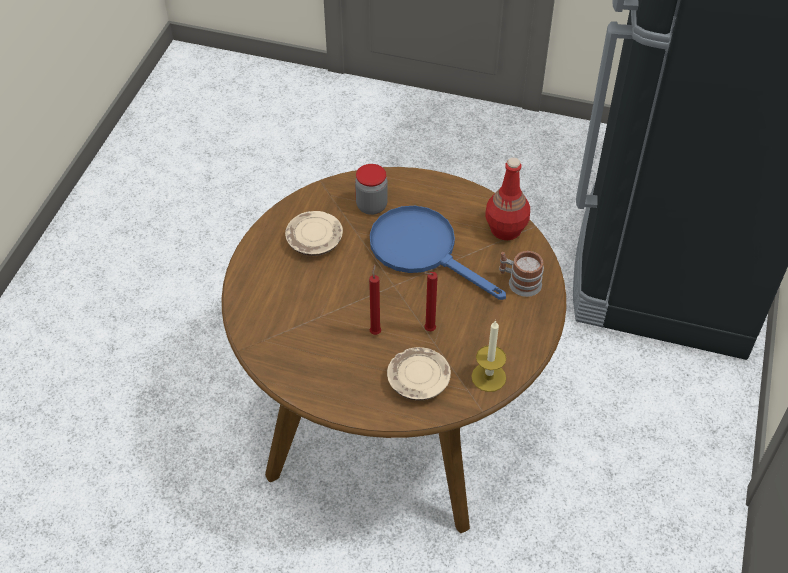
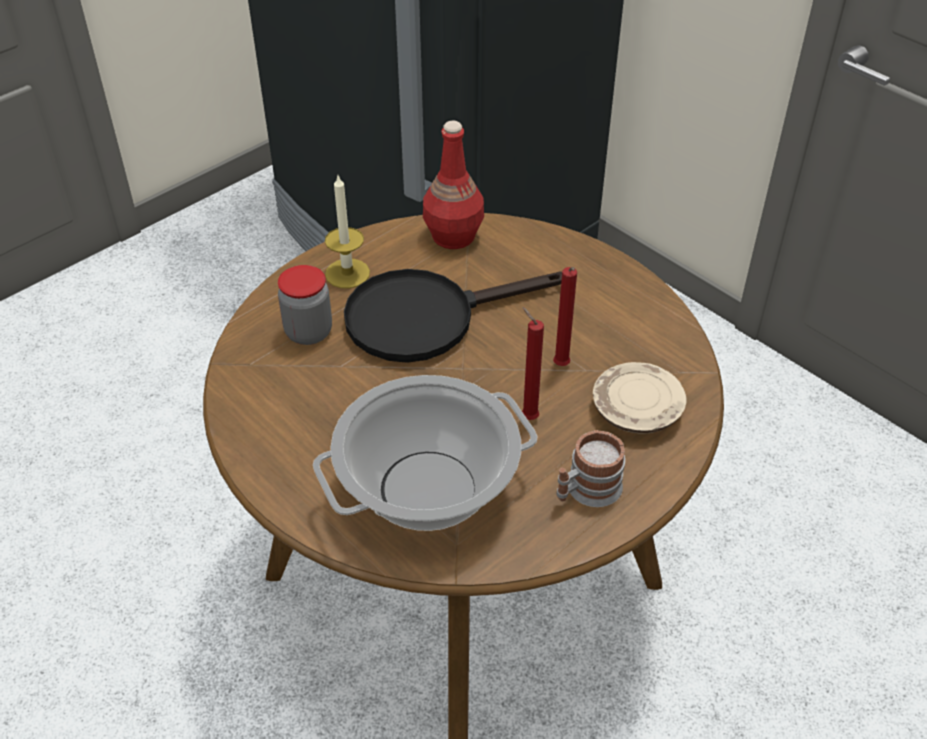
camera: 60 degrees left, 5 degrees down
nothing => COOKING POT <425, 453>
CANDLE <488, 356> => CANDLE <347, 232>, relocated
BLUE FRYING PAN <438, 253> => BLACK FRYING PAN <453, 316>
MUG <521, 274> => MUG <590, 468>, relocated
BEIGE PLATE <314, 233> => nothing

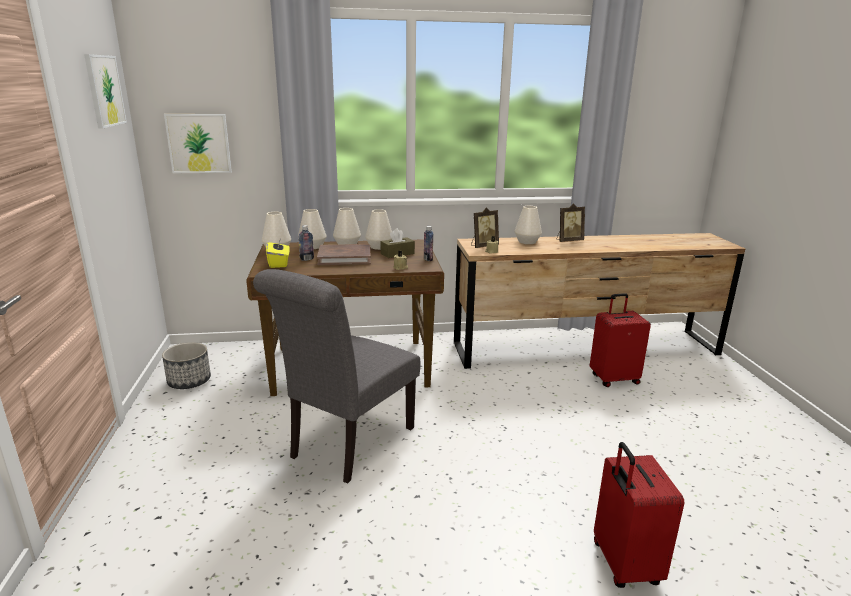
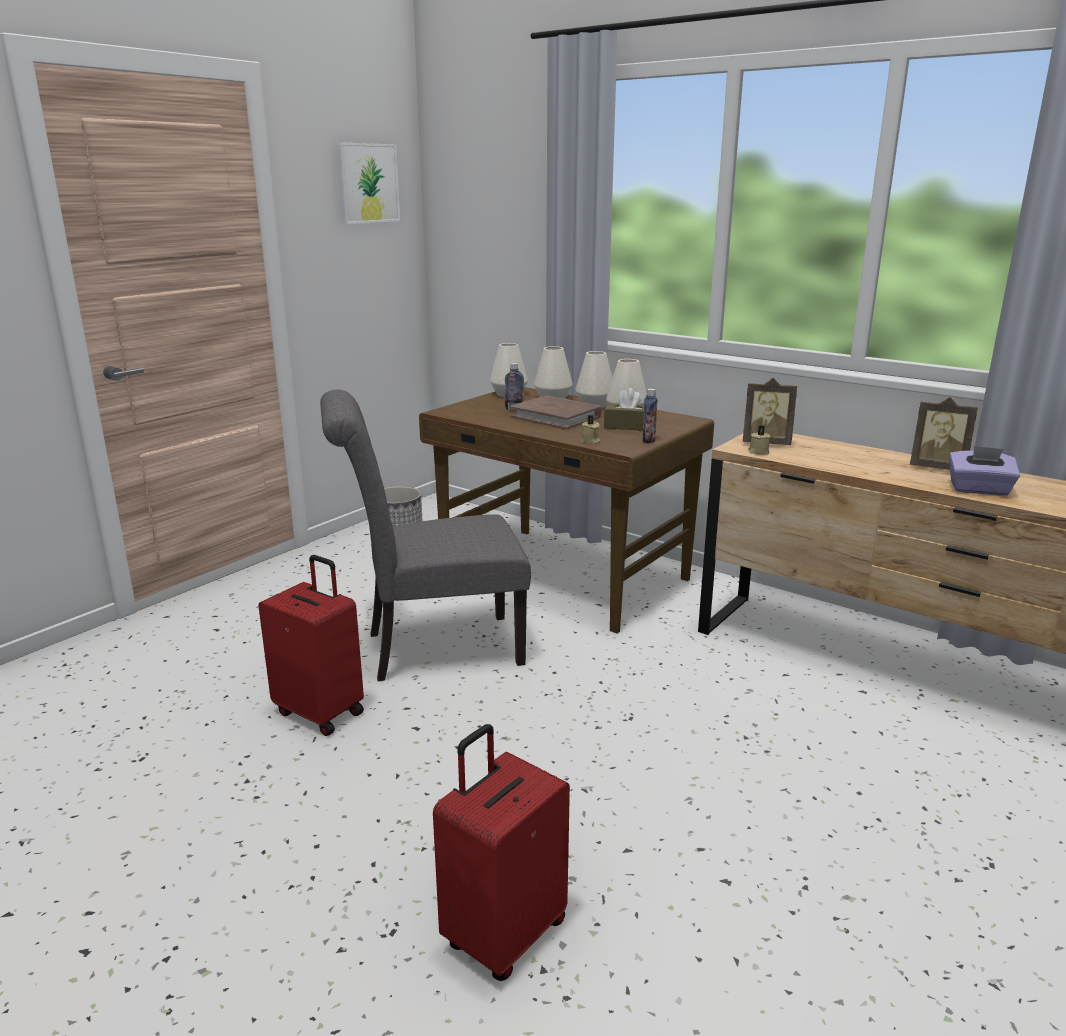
camera: 45 degrees right, 0 degrees up
RED SUITCASE <620, 340> => RED SUITCASE <311, 645>, relocated
nothing => PURPLE TISSUE BOX <984, 471>
PICTURE <198, 143> => nothing
YELLOW TISSUE BOX <278, 252> => nothing
WHITE VASE <528, 225> => nothing

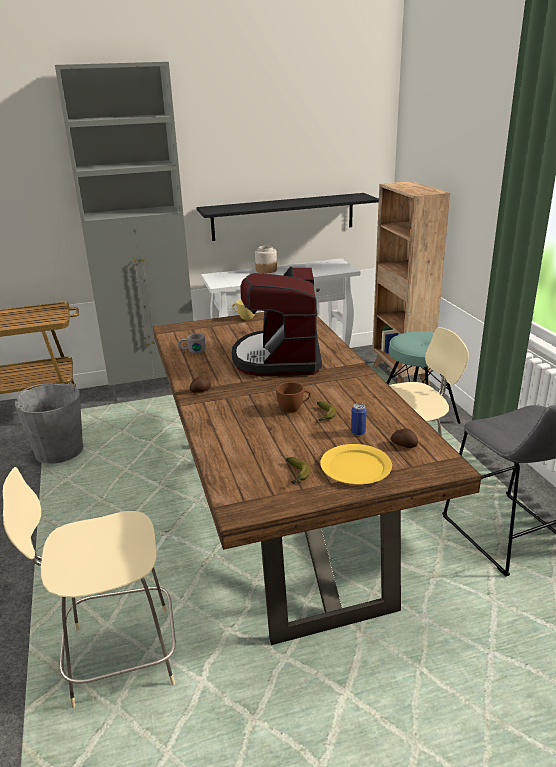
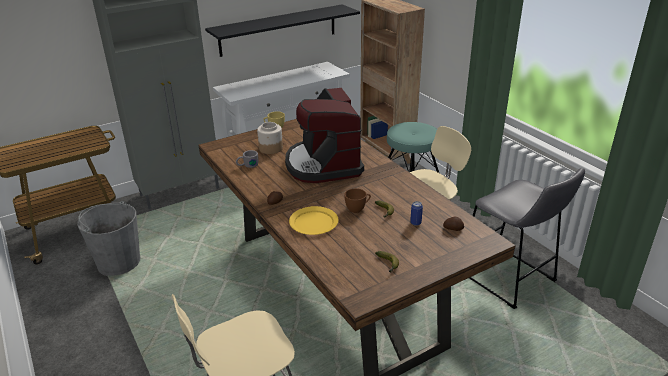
camera: 15 degrees left, 5 degrees up
JAR <266, 260> => JAR <270, 138>, relocated
YELLOW PLATE <356, 464> => YELLOW PLATE <314, 220>, relocated

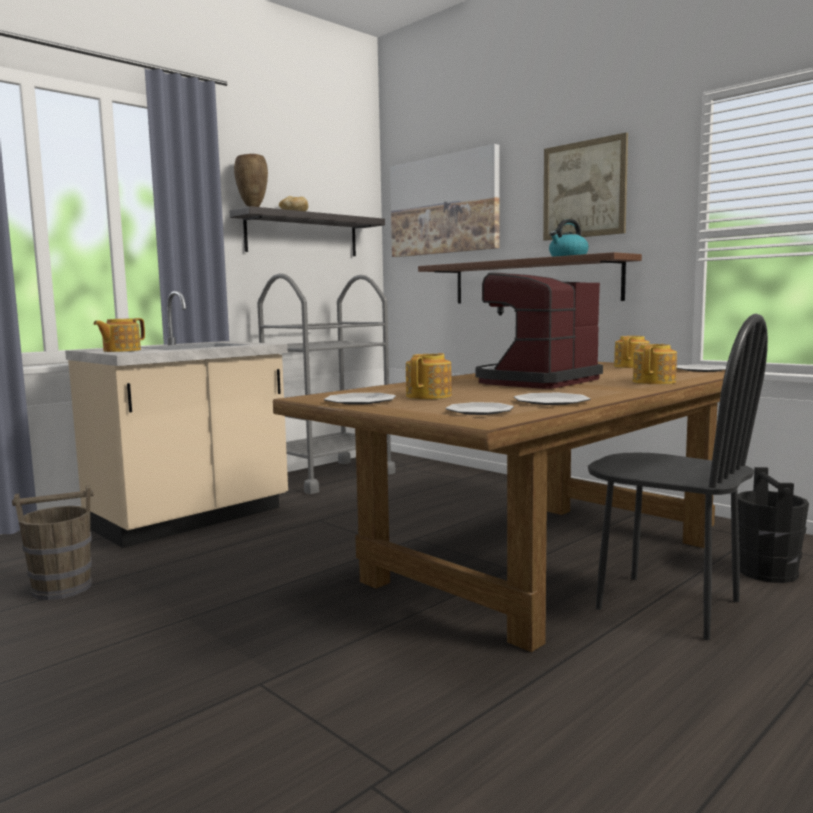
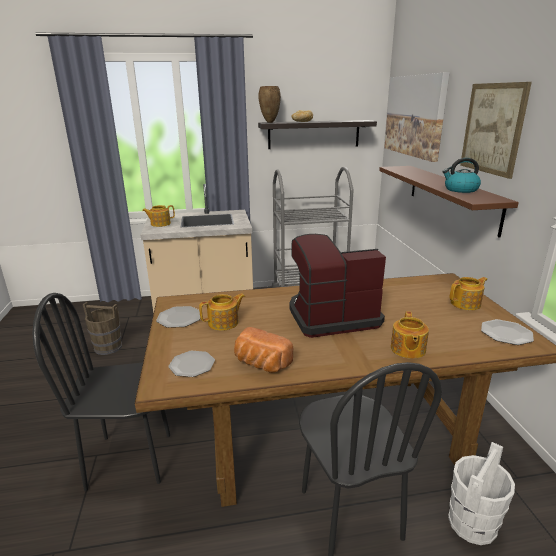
camera: 35 degrees right, 15 degrees up
nothing => BLACK CHAIR <101, 392>
PLATE <552, 399> => BREAD <264, 350>
TEAPOT <655, 364> => TEAPOT <410, 335>, 120 degrees clockwise
BLACK BUCKET <773, 525> => WHITE BUCKET <481, 493>

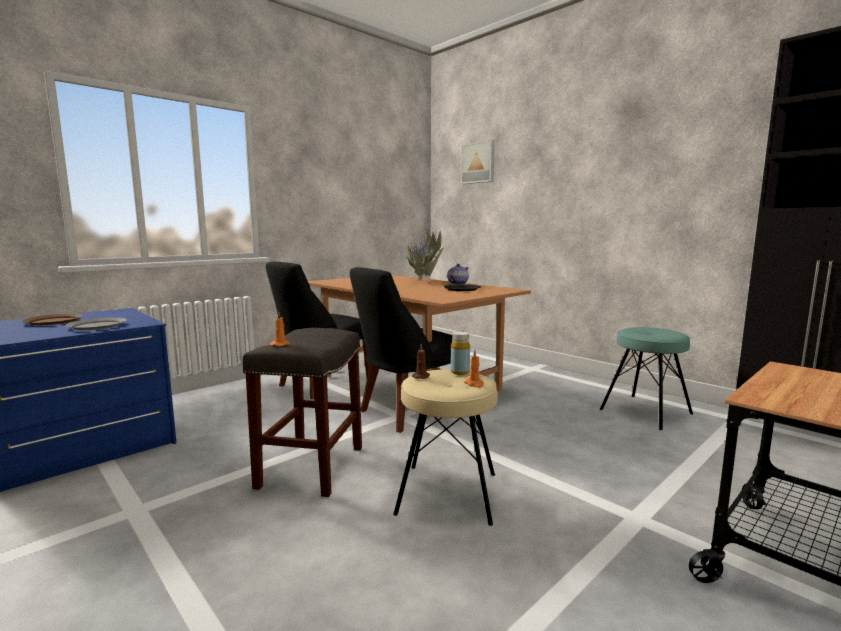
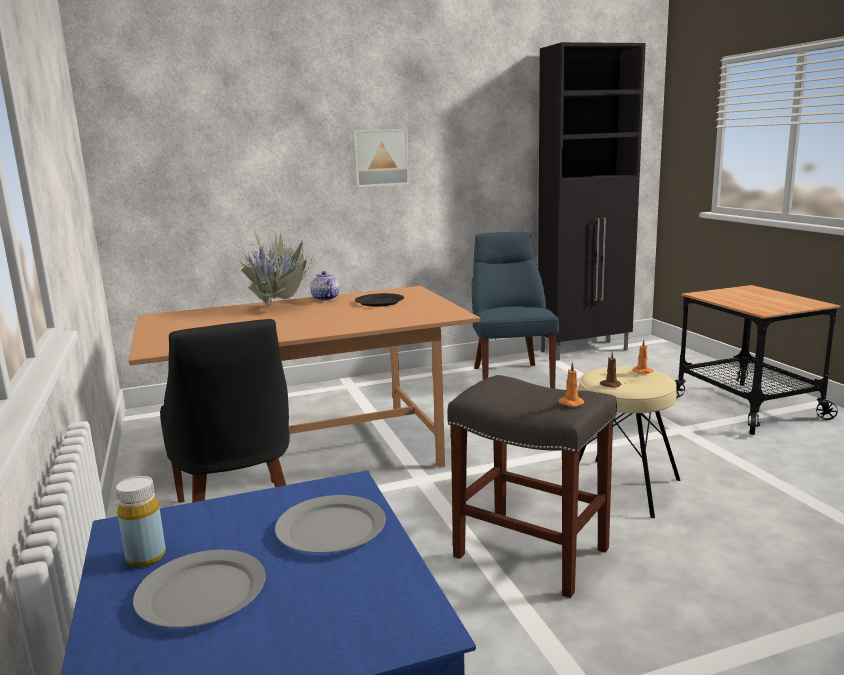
camera: 65 degrees left, 5 degrees up
YELLOW BOTTLE <460, 353> => YELLOW BOTTLE <141, 521>, relocated
BROWN PLATE <52, 319> => GREY PLATE <199, 589>
PICTURE <478, 162> => PICTURE <381, 158>, relocated
TURQUOISE STOOL <646, 378> => BLUE CHAIR <515, 310>
BLACK CHAIR <401, 350> => nothing

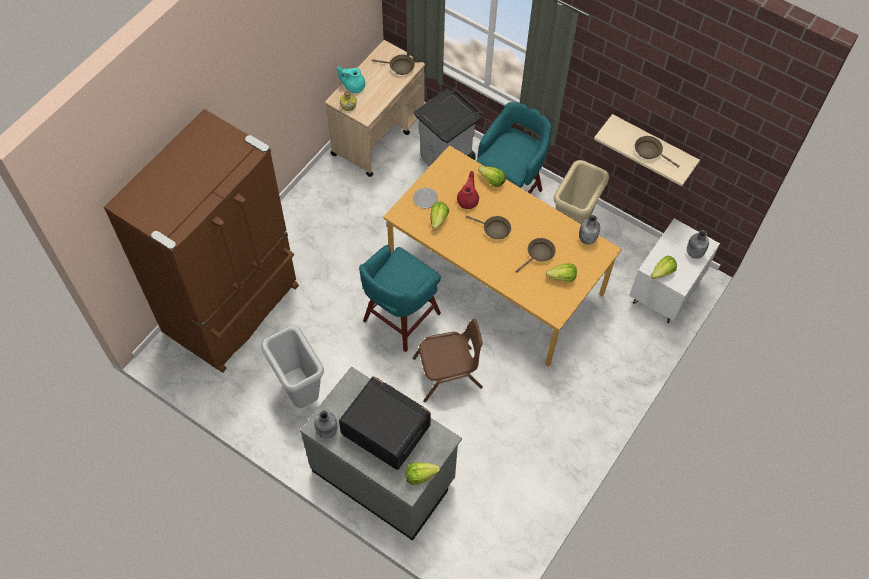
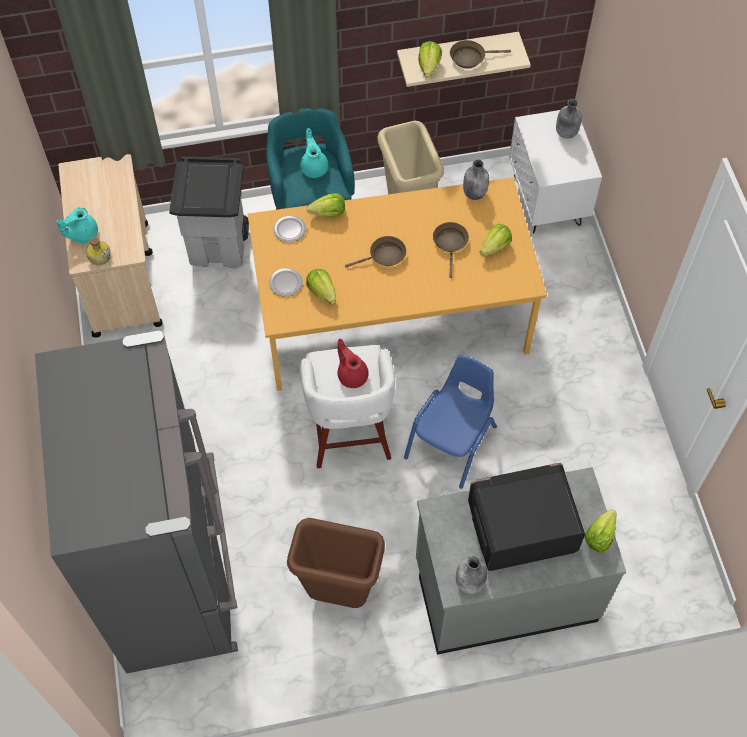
camera: 45 degrees left, 0 degrees up
BROWN FRIDGE <201, 241> => GREY FRIDGE <136, 502>
nothing => PLATE <289, 228>
GREY TRASH CAN <293, 367> => BROWN TRASH CAN <336, 563>
nothing => TURQUOISE TEAPOT <314, 153>
TURQUOISE STOOL <400, 298> => WHITE STOOL <347, 406>
RED TEAPOT <468, 190> => RED TEAPOT <353, 363>, relocated
BROWN CHAIR <448, 360> => BLUE CHAIR <450, 421>
LETTUCE <664, 267> => LETTUCE <430, 59>, relocated
BROWN FRYING PAN <393, 65> => nothing

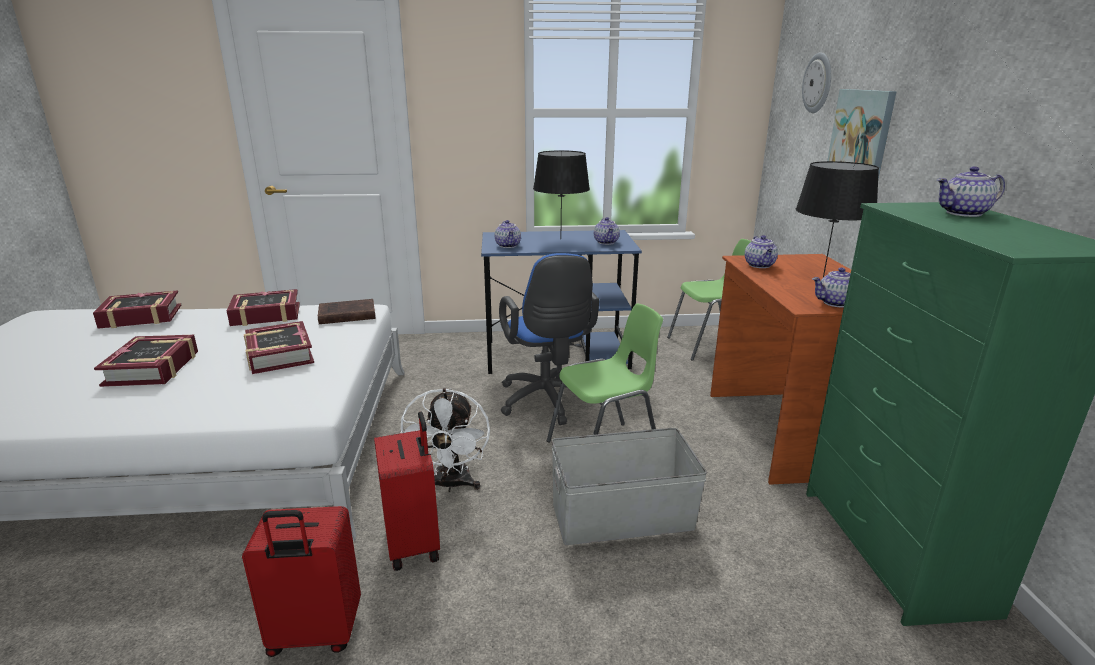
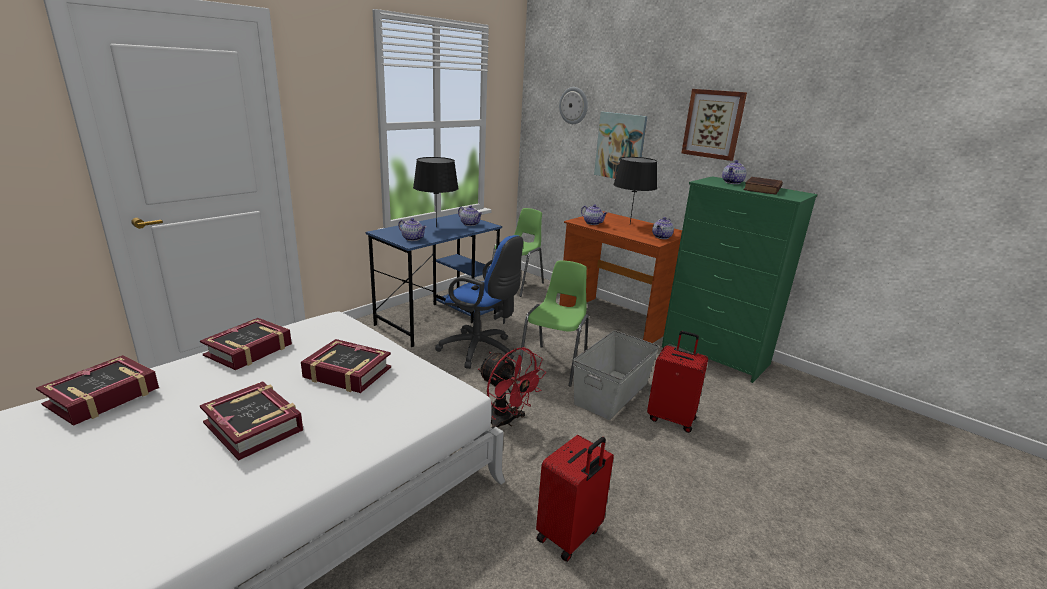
camera: 45 degrees left, 0 degrees up
WHITE FAN <445, 440> => RED FAN <512, 387>
RED SUITCASE <407, 491> => RED SUITCASE <677, 382>, relocated
nothing => PICTURE <714, 125>
BROWN BOOK <347, 311> => BROWN BOOK <763, 186>, relocated

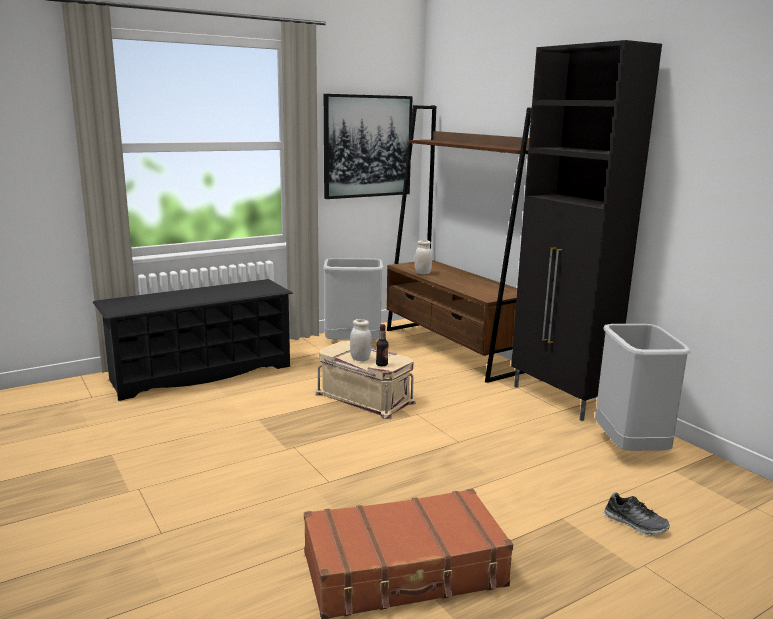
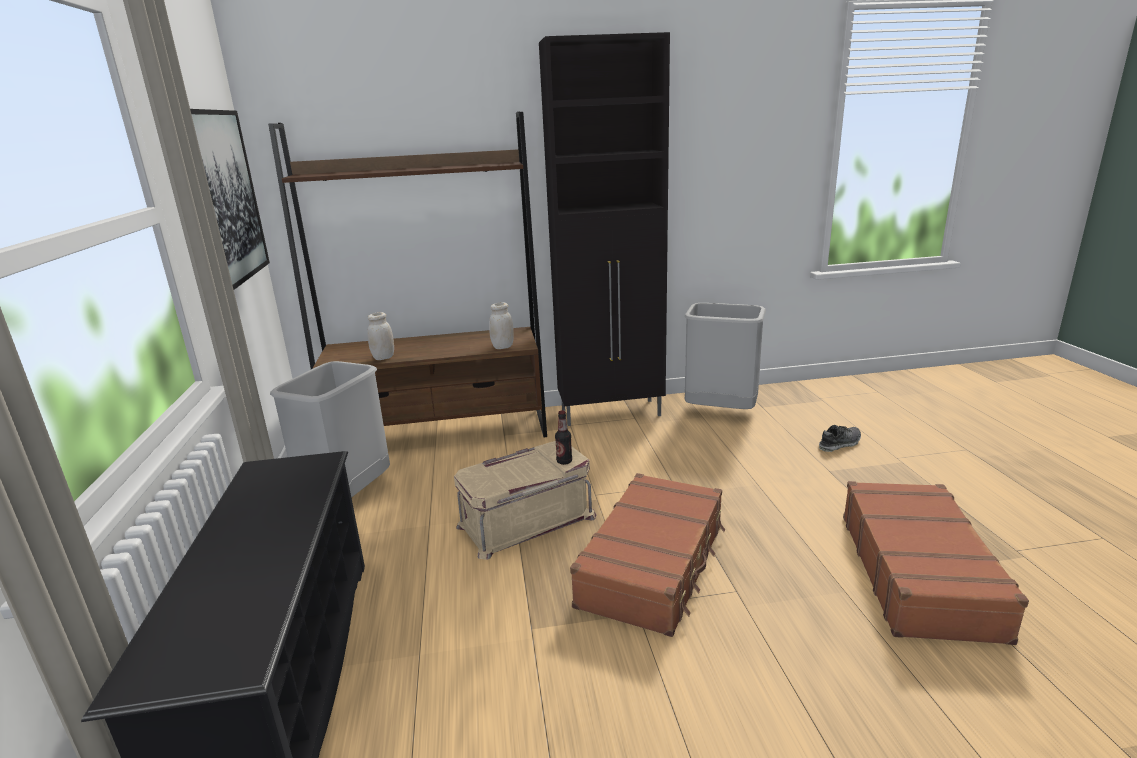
camera: 65 degrees left, 5 degrees up
WHITE JAR <361, 340> => WHITE JAR <501, 325>, relocated
nothing => BROWN SUITCASE <647, 555>

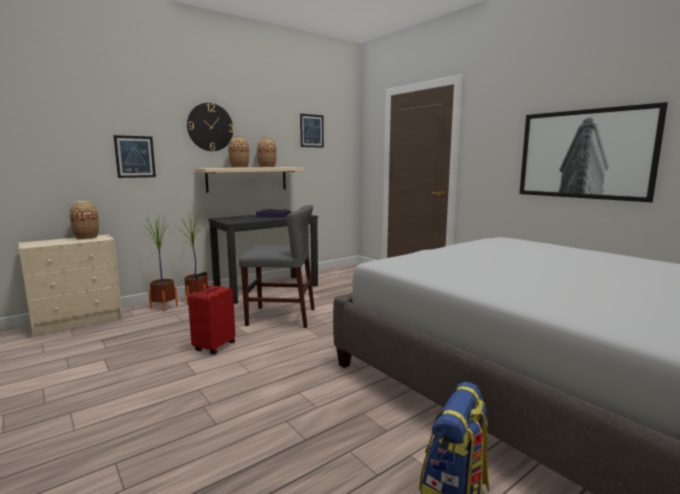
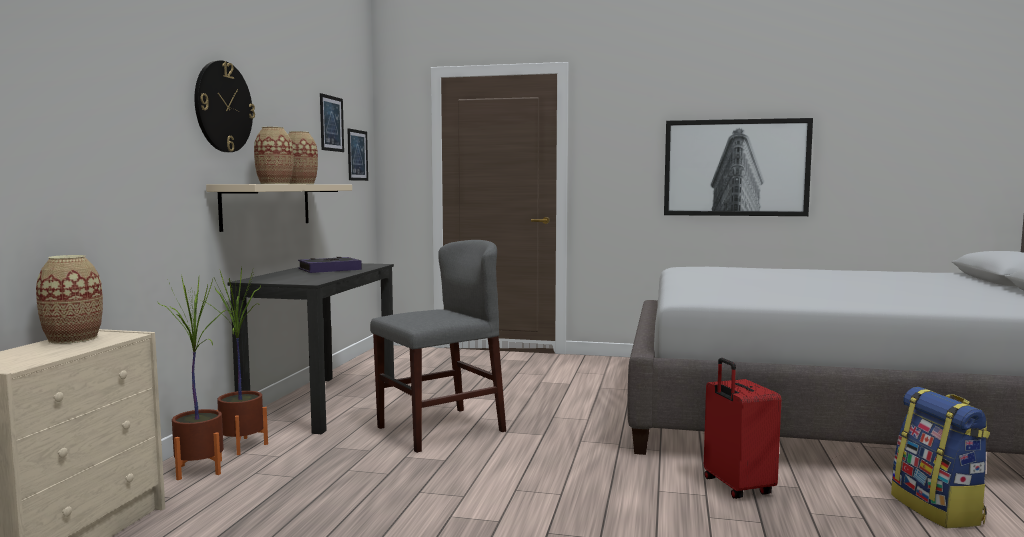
camera: 40 degrees left, 5 degrees down
PICTURE <134, 156> => PICTURE <357, 154>, relocated
RED SUITCASE <211, 313> => RED SUITCASE <742, 428>, relocated

